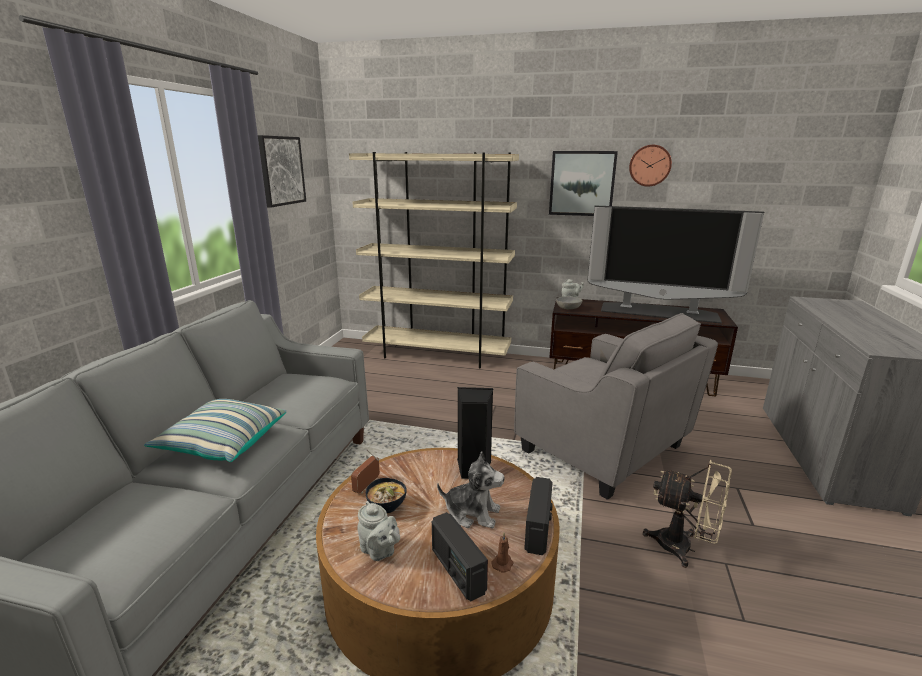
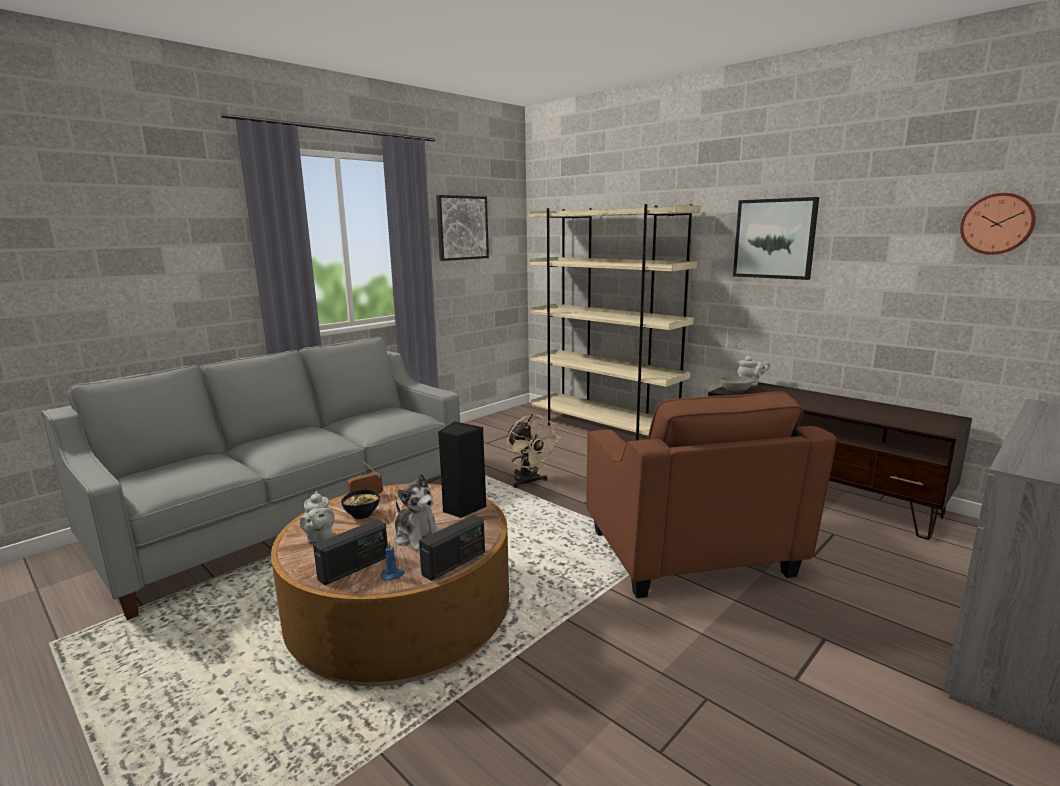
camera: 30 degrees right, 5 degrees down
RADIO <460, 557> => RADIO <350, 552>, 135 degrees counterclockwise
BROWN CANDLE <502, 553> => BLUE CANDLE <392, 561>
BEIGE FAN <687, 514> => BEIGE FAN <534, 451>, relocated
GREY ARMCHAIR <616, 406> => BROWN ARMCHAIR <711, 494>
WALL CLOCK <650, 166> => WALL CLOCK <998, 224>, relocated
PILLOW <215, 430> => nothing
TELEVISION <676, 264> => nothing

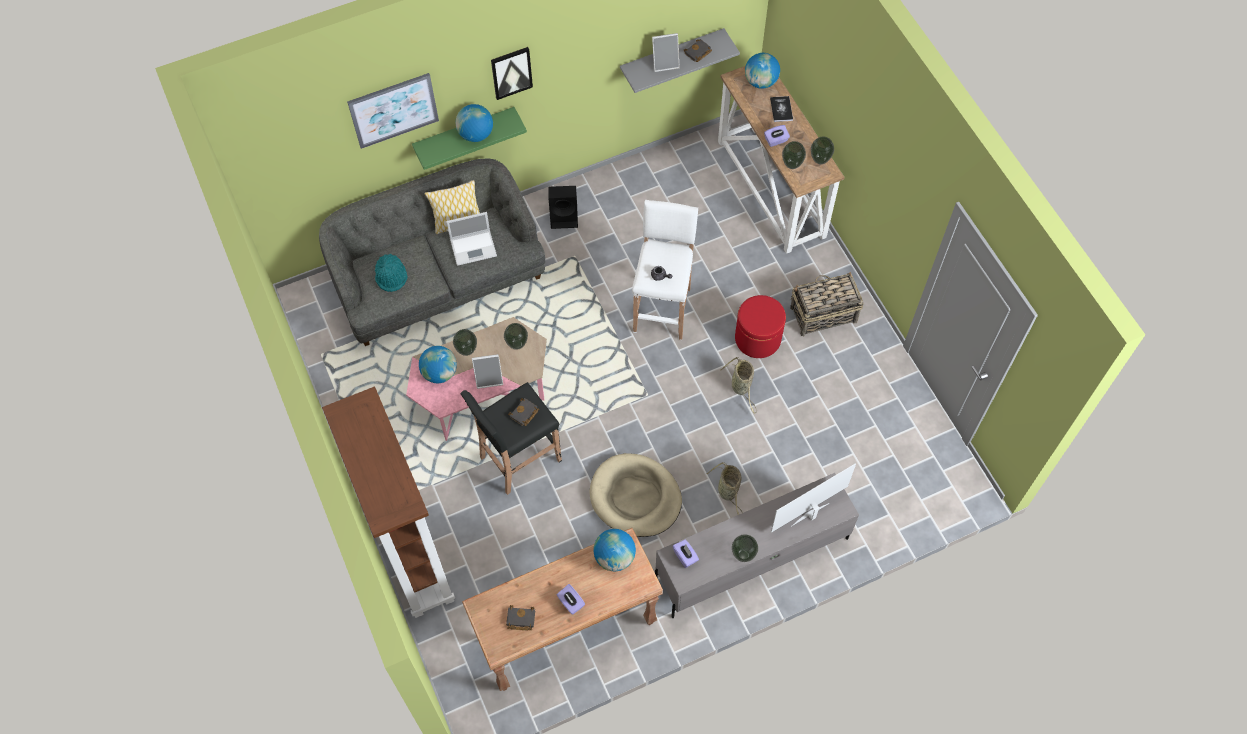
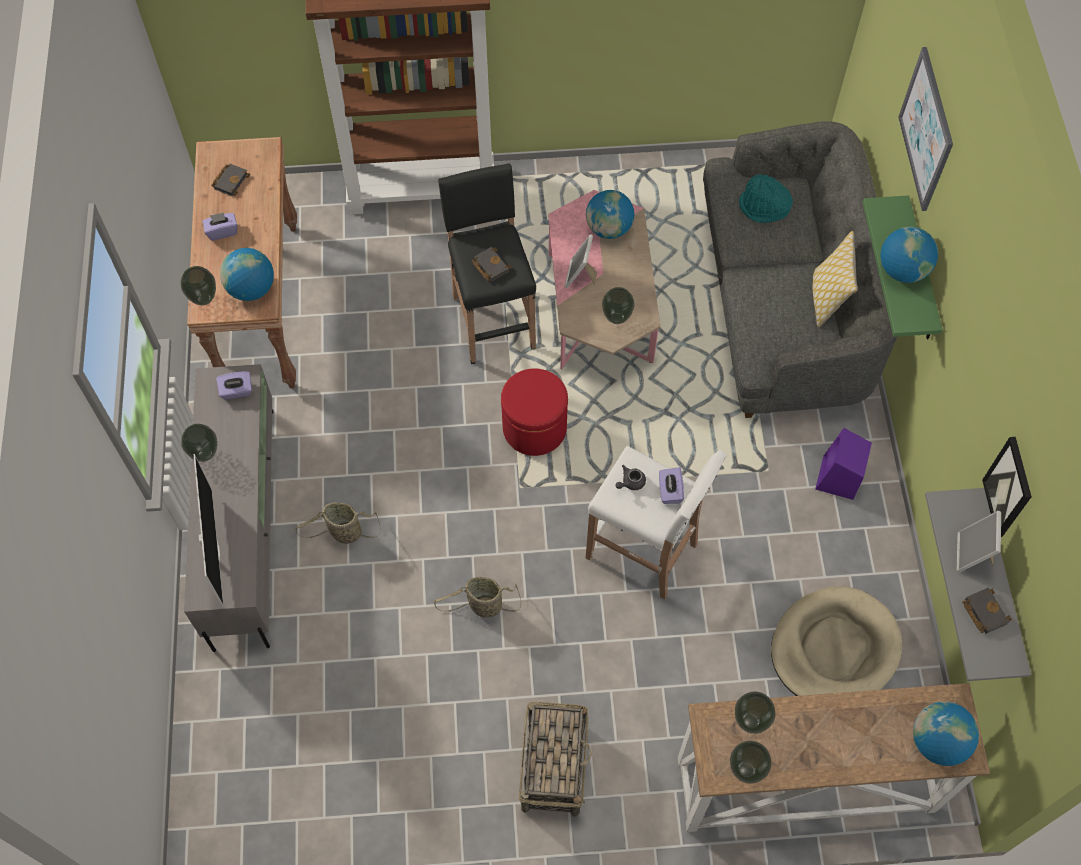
camera: 110 degrees right, 0 degrees up
VASE <465, 342> => VASE <198, 286>, relocated
RED OTTOMAN <760, 326> => RED OTTOMAN <534, 412>, relocated
PURPLE TISSUE BOX <777, 136> => PURPLE TISSUE BOX <671, 485>, relocated
BEIGE DOG BED <635, 495> => BEIGE DOG BED <837, 641>, relocated
BLACK SPEAKER <563, 207> => PURPLE SPEAKER <843, 464>
PICTURE <512, 73> => PICTURE <1007, 487>, relocated
LAPTOP <471, 239> => nothing
BOOK <781, 109> => nothing

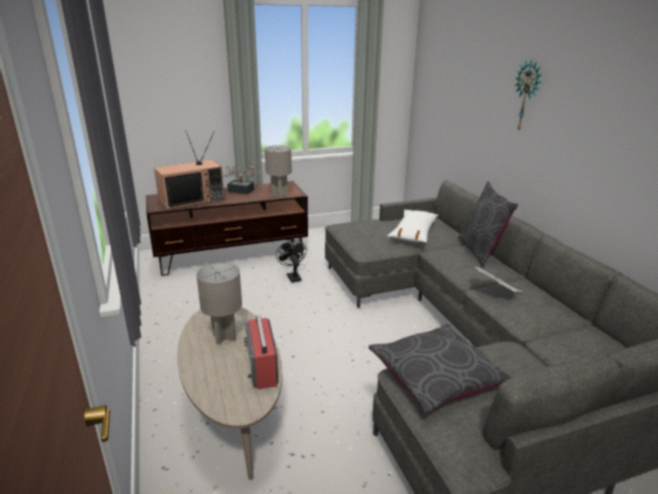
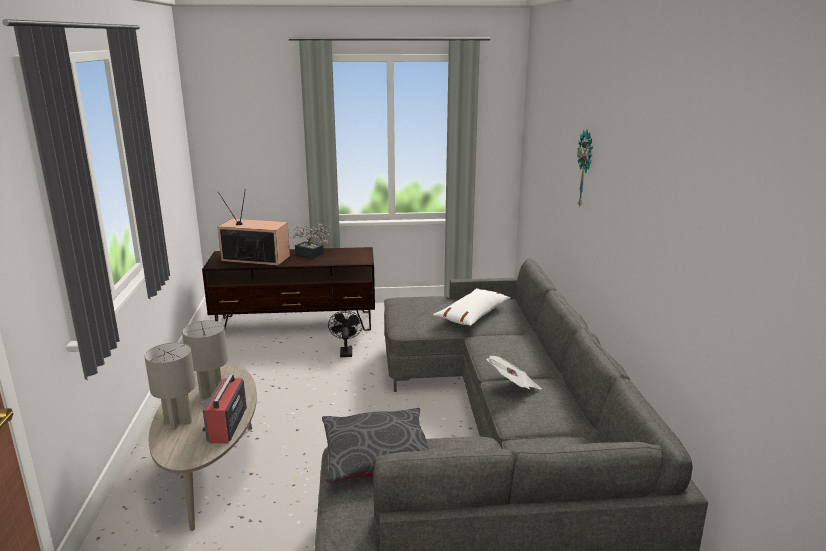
camera: 15 degrees right, 5 degrees down
GREY TABLE LAMP <278, 171> => GREY TABLE LAMP <170, 386>, relocated
TELEVISION <189, 171> => TELEVISION <254, 227>, 150 degrees counterclockwise
GREY PILLOW <488, 224> => nothing

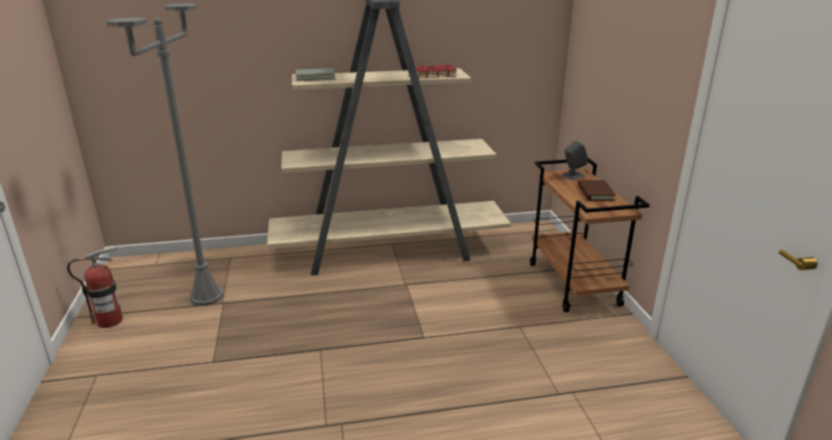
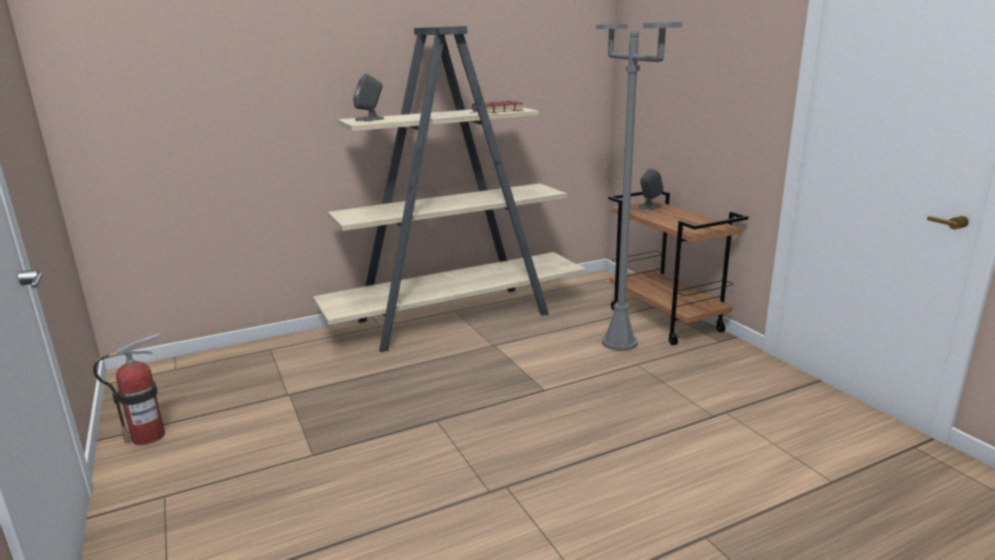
camera: 15 degrees left, 5 degrees down
GREY BOOK <316, 74> => GREY SPEAKER <368, 97>
GREY FLOOR LAMP <164, 154> => GREY FLOOR LAMP <639, 186>, relocated
BROWN BOOK <597, 190> => nothing

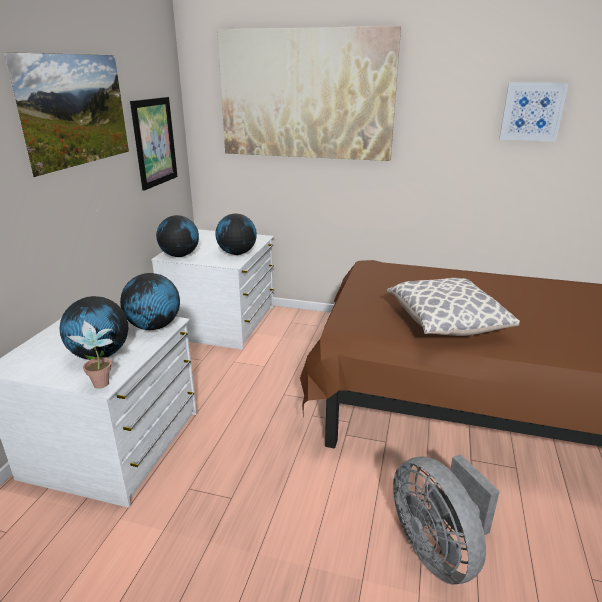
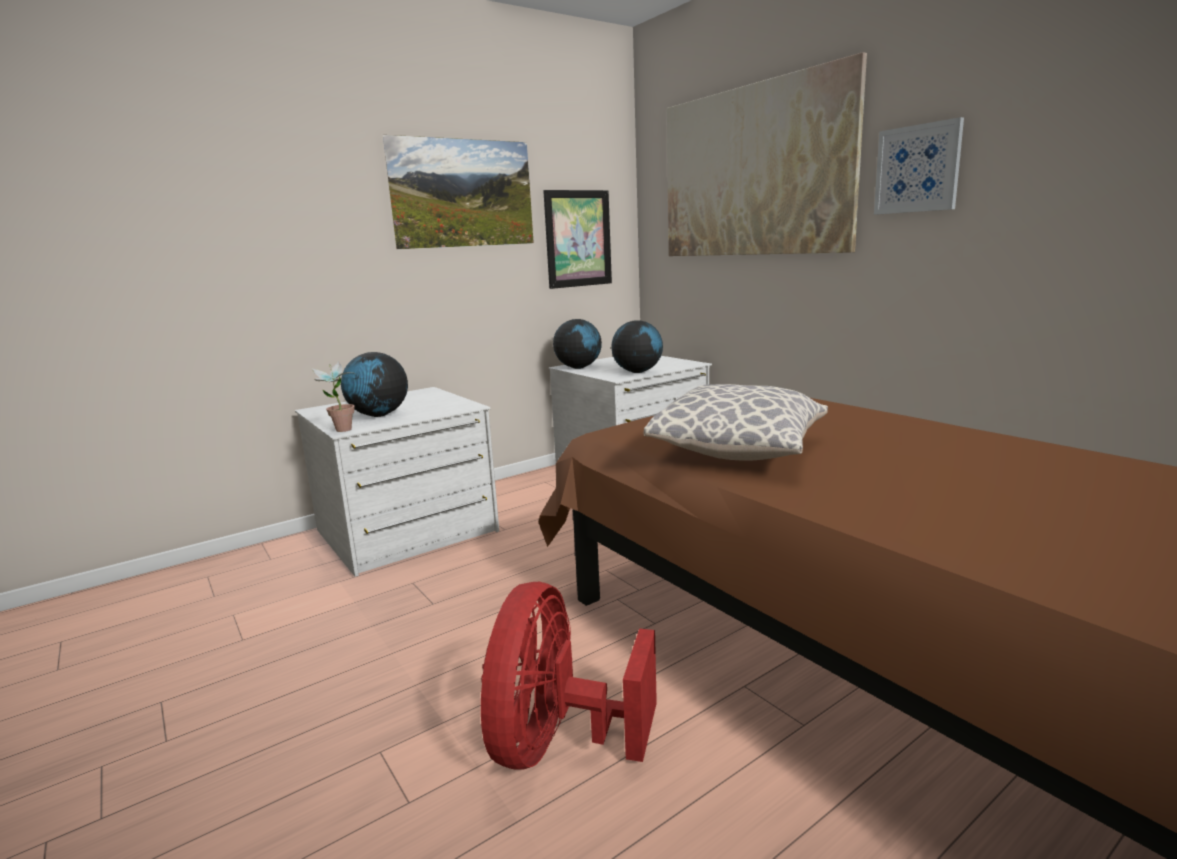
camera: 40 degrees right, 10 degrees down
GREY FAN <446, 519> => RED FAN <569, 676>
PICTURE <534, 112> => PICTURE <919, 166>, relocated
GLOBE <150, 301> => nothing

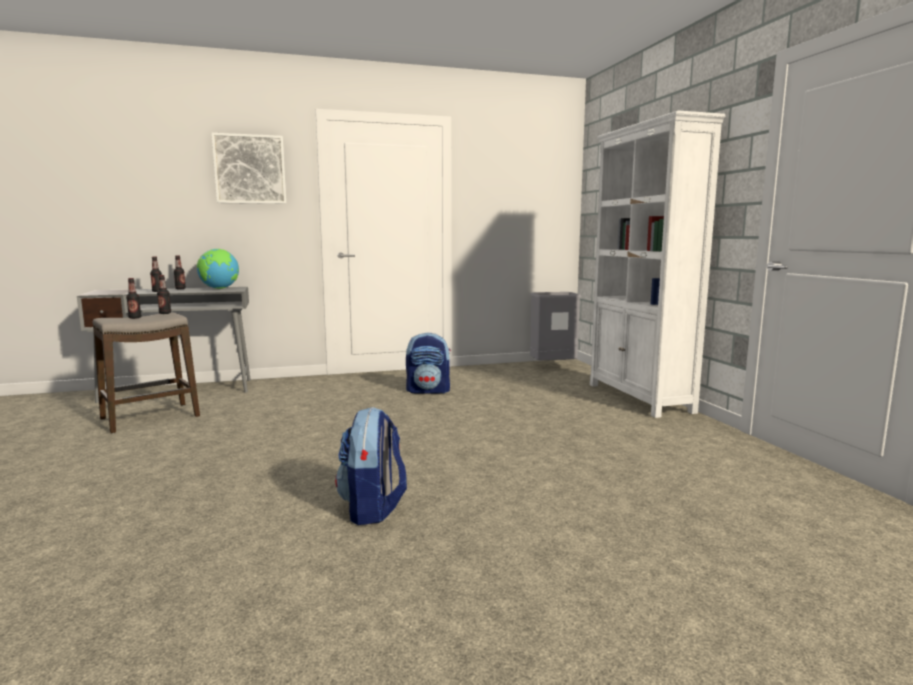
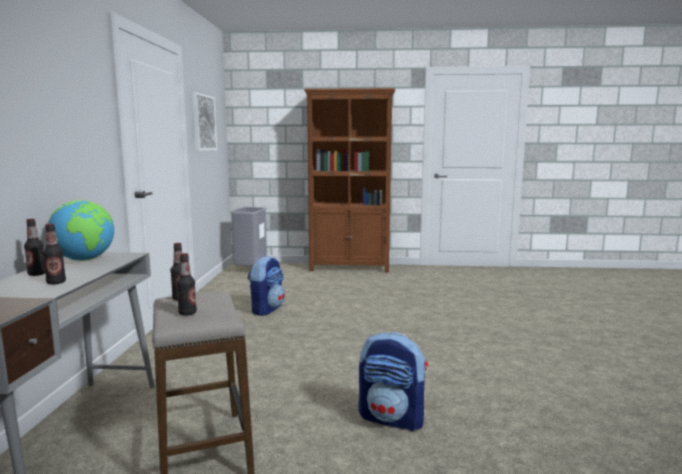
camera: 70 degrees left, 0 degrees up
PICTURE <248, 168> => PICTURE <204, 121>, relocated
WHITE BOOKCASE <657, 264> => BROWN BOOKCASE <349, 180>
BACKPACK <371, 466> => BACKPACK <393, 381>, relocated

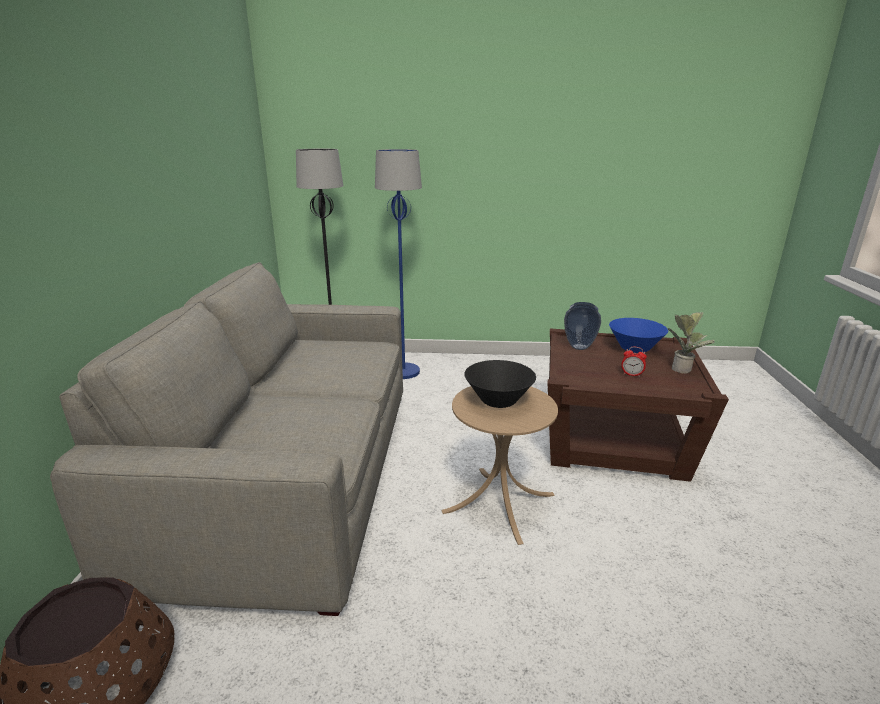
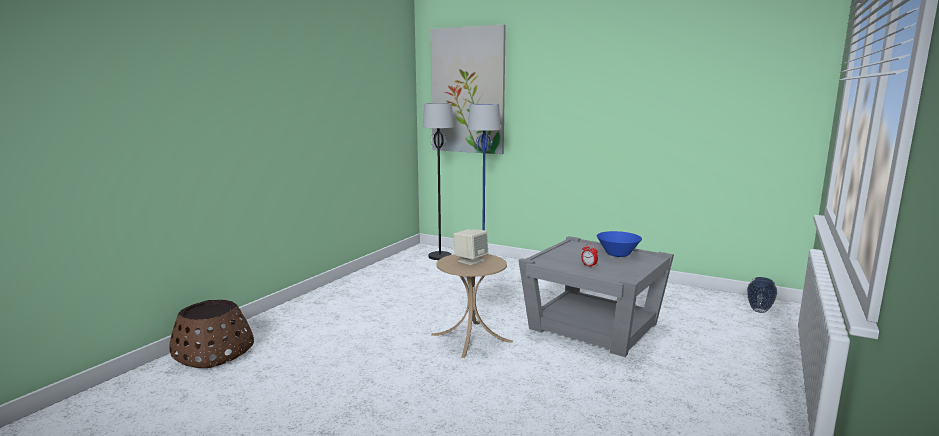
camera: 25 degrees right, 10 degrees down
nothing => PICTURE <468, 89>
BLACK BOWL <500, 384> => BEIGE SPEAKER <470, 247>
BROWN SIDE TABLE <638, 405> => GREY SIDE TABLE <596, 296>
VASE <582, 326> => VASE <762, 295>, relocated
GREY SOFA <226, 439> => nothing
POTTED PLANT <691, 342> => nothing

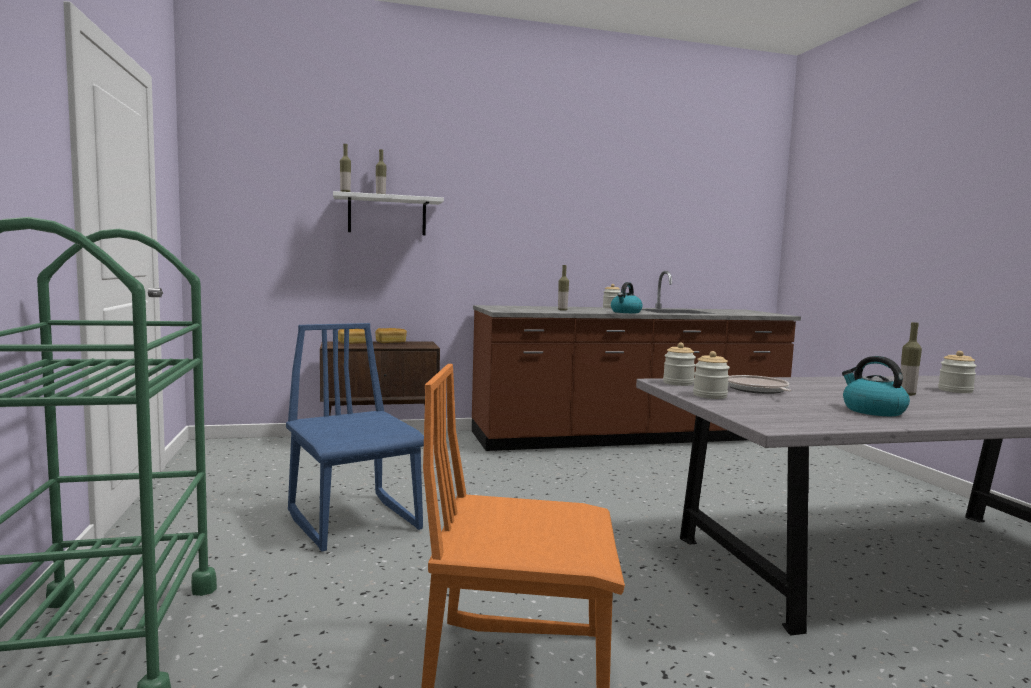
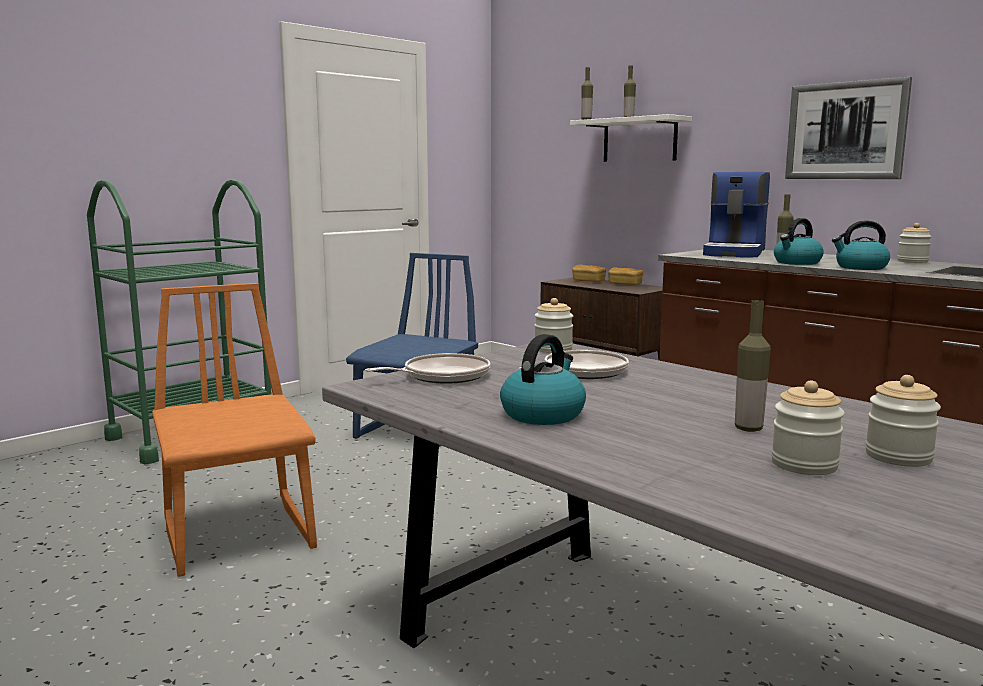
camera: 60 degrees right, 5 degrees up
nothing => FRYING PAN <427, 368>
nothing => COFFEE MACHINE <736, 215>
JAR <711, 375> => JAR <808, 427>, relocated
nothing => KETTLE <799, 241>
nothing => PICTURE <848, 128>

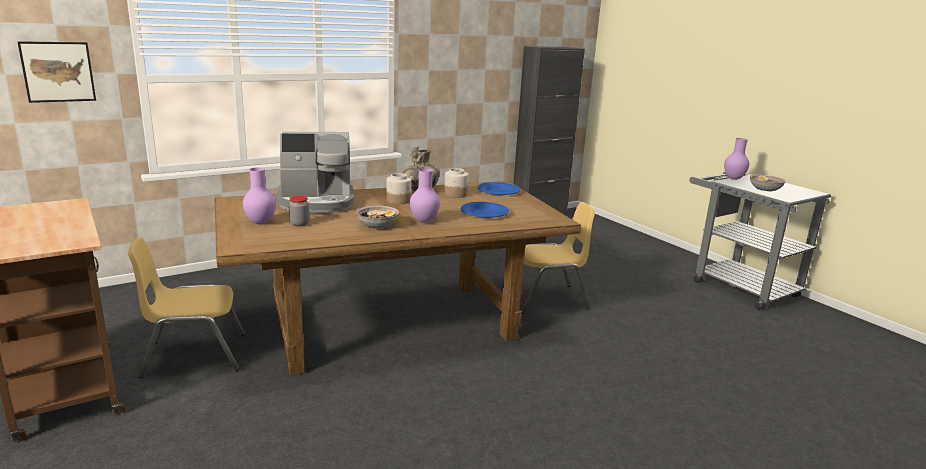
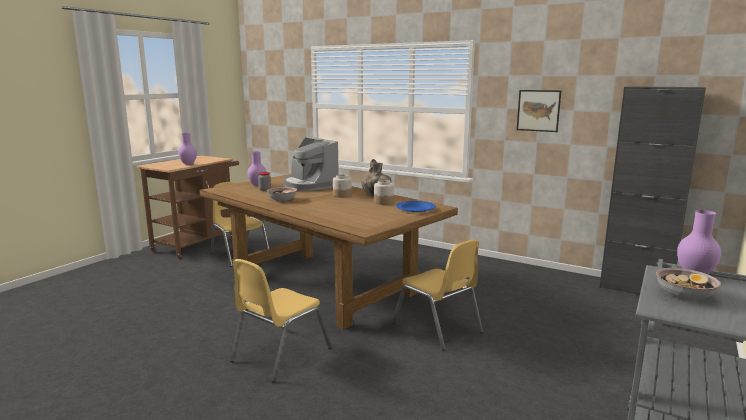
camera: 65 degrees right, 5 degrees down
PURPLE VASE <425, 195> => PURPLE VASE <187, 149>, relocated
nothing => YELLOW CHAIR <281, 320>
PICTURE <57, 72> => PICTURE <539, 111>, relocated
BLUE PLATE <485, 210> => nothing

